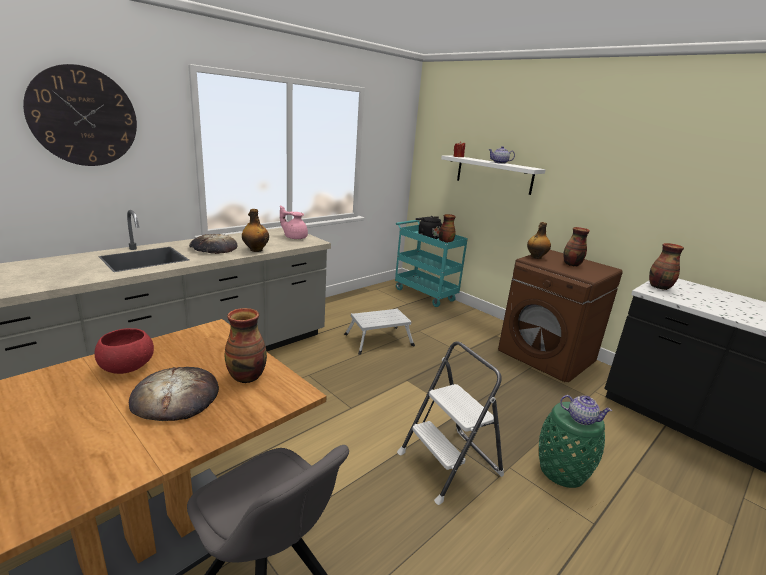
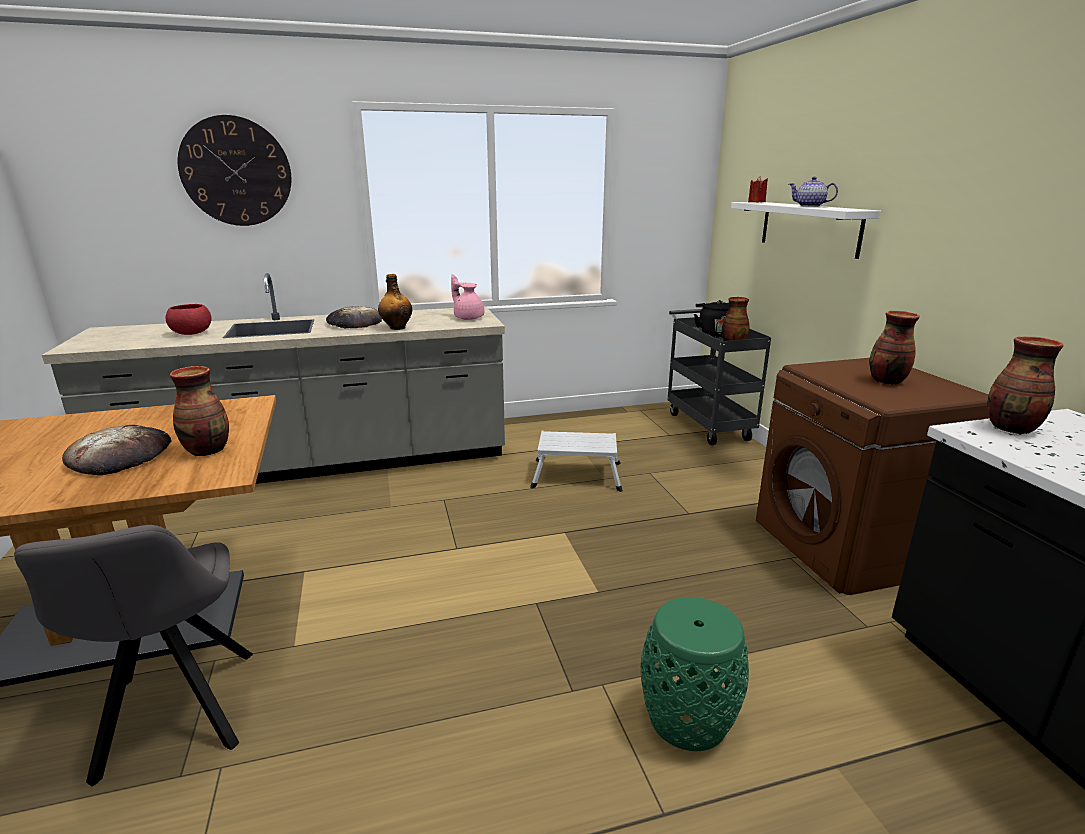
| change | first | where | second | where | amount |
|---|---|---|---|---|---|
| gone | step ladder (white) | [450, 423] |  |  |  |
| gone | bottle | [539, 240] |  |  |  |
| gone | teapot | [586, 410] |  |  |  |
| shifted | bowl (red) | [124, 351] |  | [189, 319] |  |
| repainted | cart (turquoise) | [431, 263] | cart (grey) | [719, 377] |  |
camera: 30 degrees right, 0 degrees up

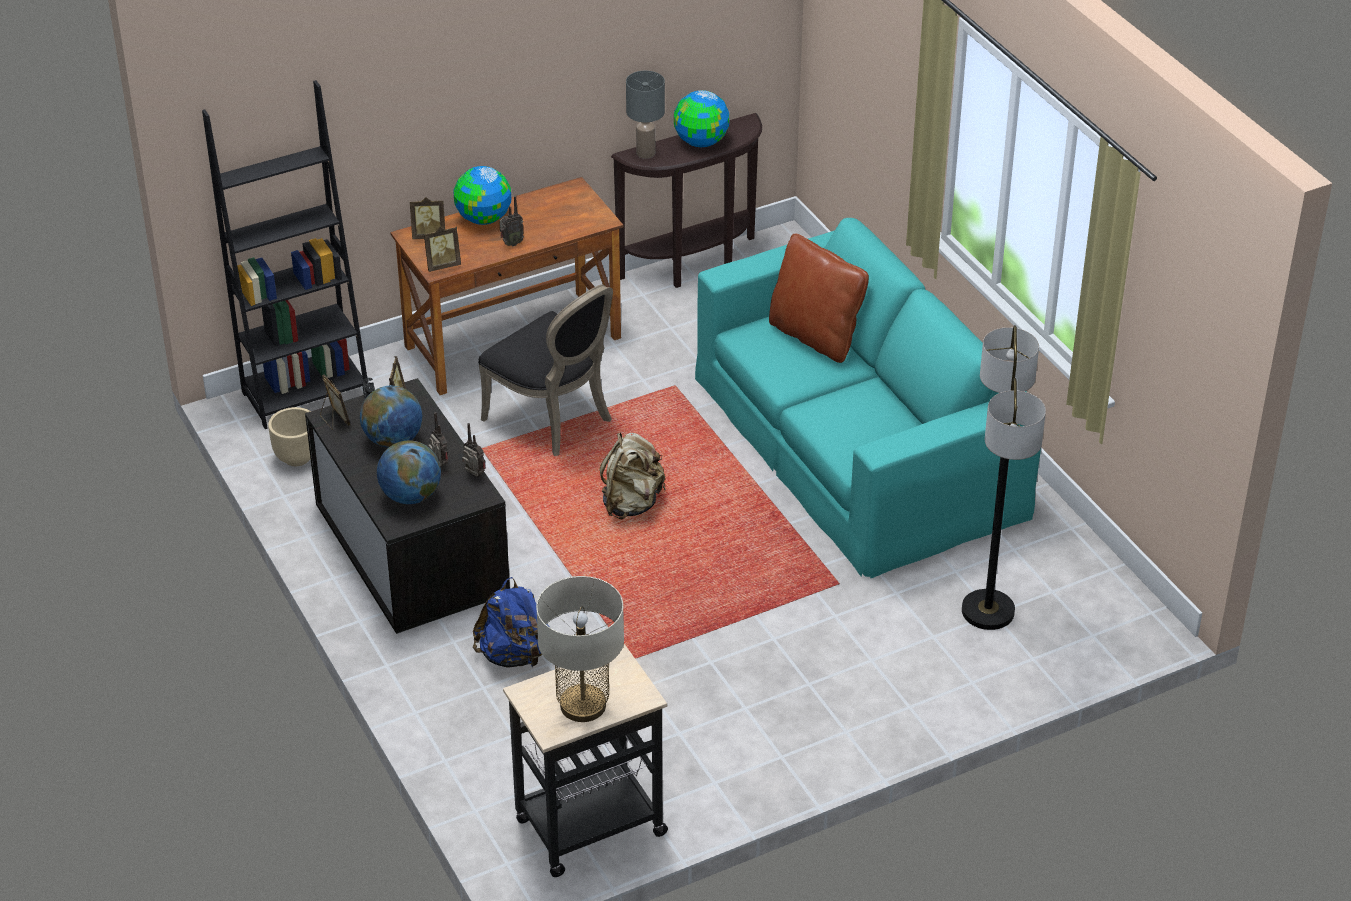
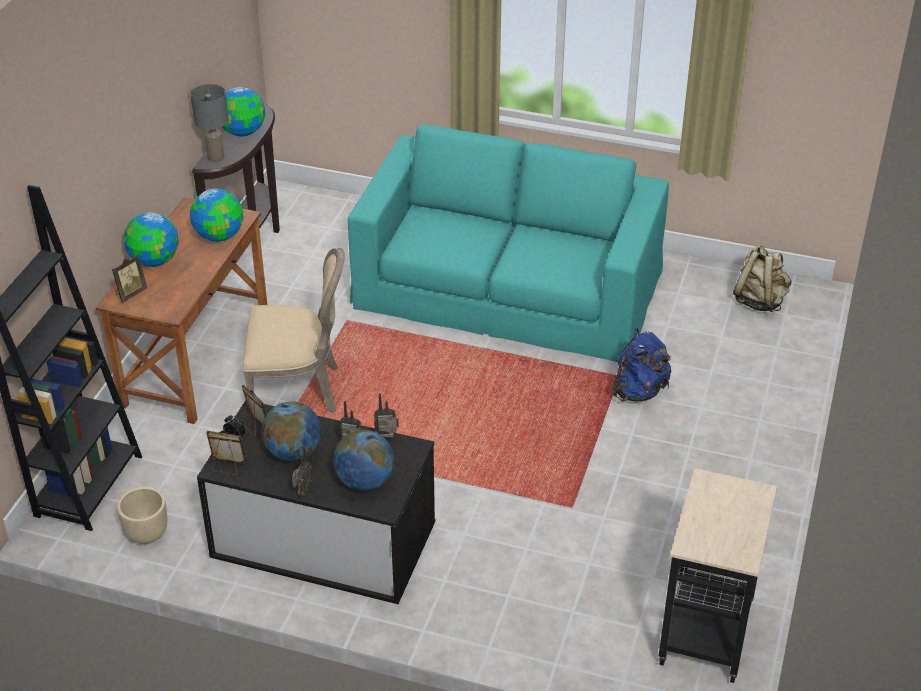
| change | first | where | second | where | amount |
|---|---|---|---|---|---|
| gone | picture frame | [442, 249] |  |  |  |
| gone | table lamp | [580, 649] |  |  |  |
| gone | pillow (brown) | [819, 298] |  |  |  |
| gone | floor lamp | [1004, 477] |  |  |  |
| new |  |  | globe | [216, 215] |  |
| shifted | backpack (blue) | [511, 623] |  | [642, 365] |  |
| shifted | radio | [511, 221] |  | [302, 471] |  |
| shifted | backpack (beige) | [633, 475] |  | [762, 278] |  |
| repainted | chair (black) | [545, 370] | chair (beige) | [294, 330] |  |
camera: 45 degrees left, 0 degrees up

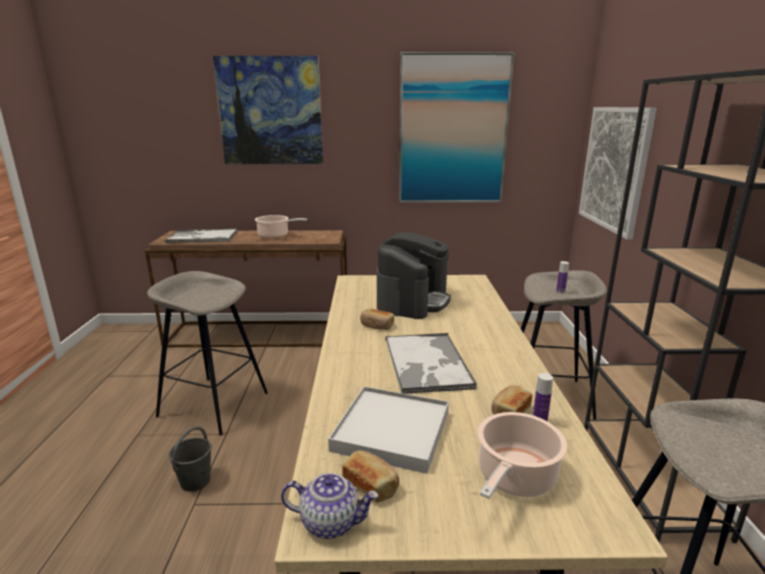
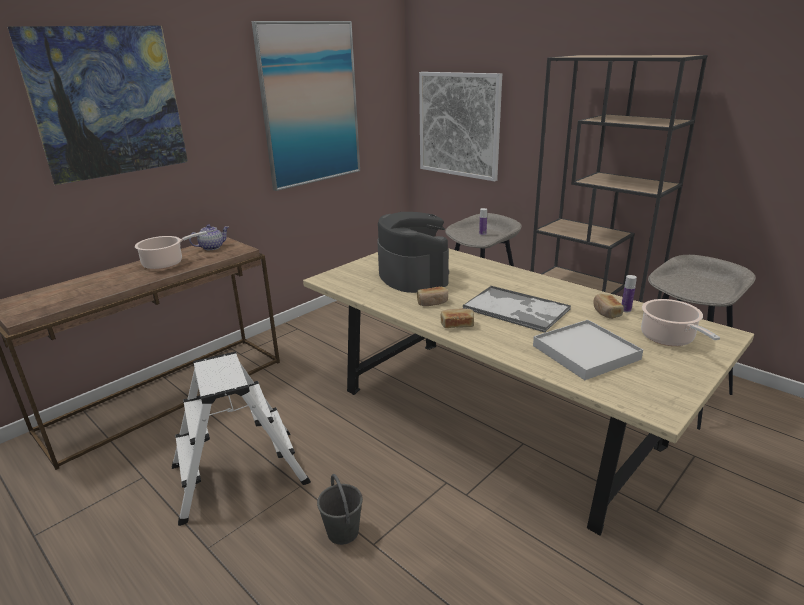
| change | first | where | second | where | amount |
|---|---|---|---|---|---|
| gone | tray | [201, 236] |  |  |  |
| shifted | teapot | [329, 506] |  | [209, 237] |  |
| shifted | bread | [370, 476] |  | [457, 318] |  |
| swapped | stool (grey) | [207, 353] | step ladder (white) | [241, 438] |  |
camera: 45 degrees left, 5 degrees up

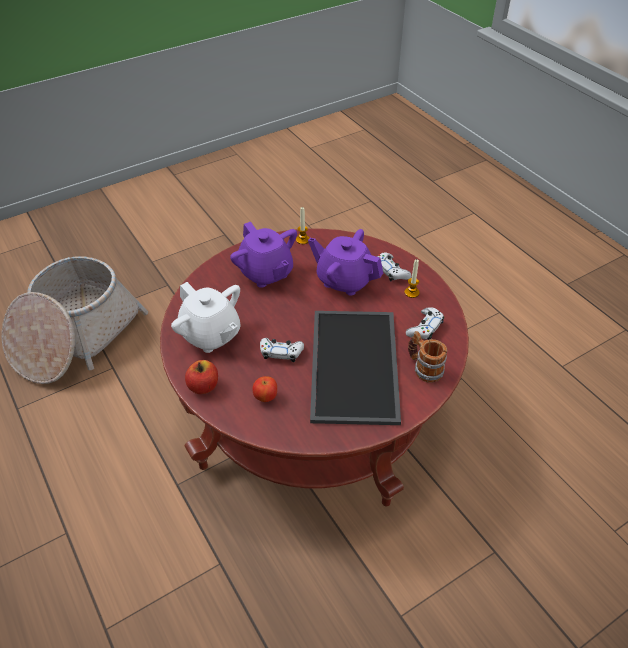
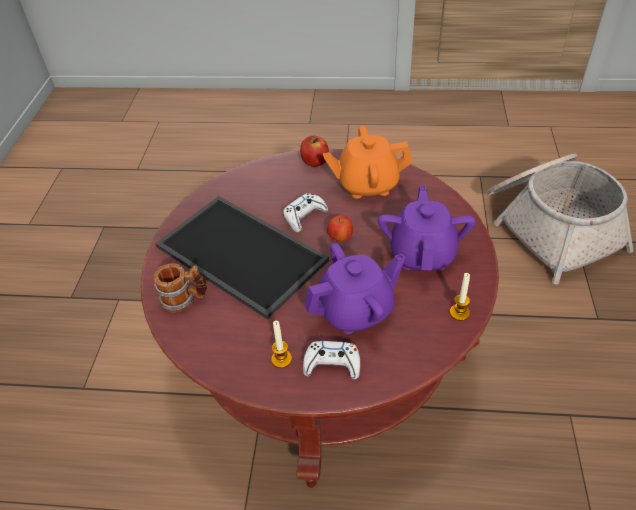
| change | first | where | second | where | amount |
|---|---|---|---|---|---|
| gone | game controller (white) | [425, 323] |  |  |  |
| shifted | apple | [265, 389] |  | [340, 228] |  |
| repainted | teapot (white) | [206, 317] | teapot (orange) | [368, 162] |  |
| rotated | teapot (purple) | [263, 255] |  | [427, 228] | 90 degrees clockwise |
camera: 130 degrees right, 0 degrees up

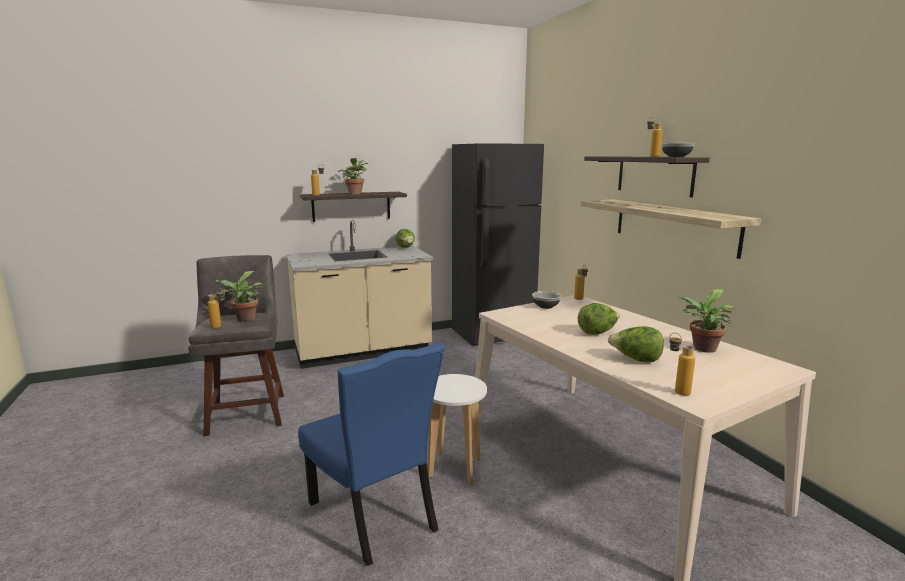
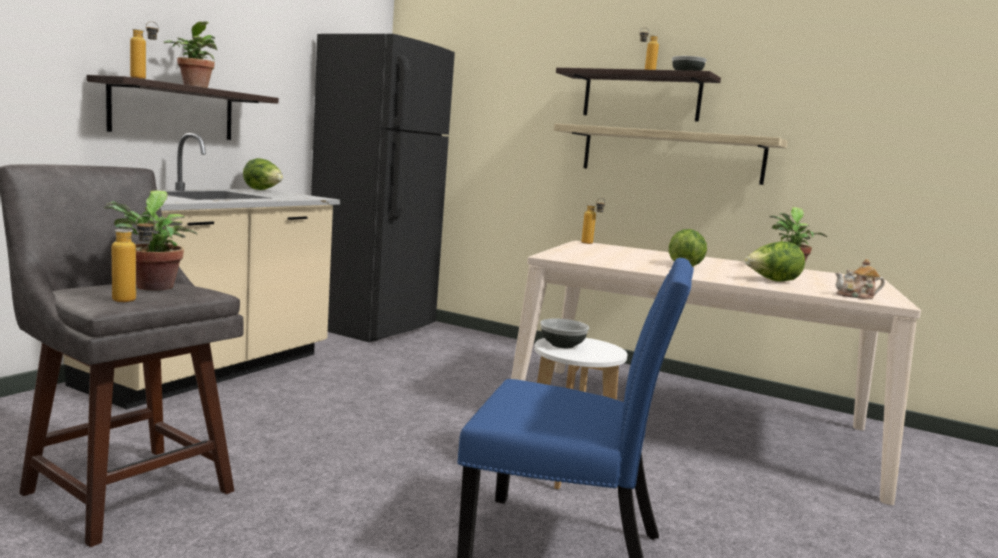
| change | first | where | second | where | amount |
|---|---|---|---|---|---|
| shifted | bowl | [546, 300] |  | [564, 333] |  |
| swapped | bottle | [682, 364] | teapot | [860, 279] |  |
camera: 40 degrees left, 5 degrees down

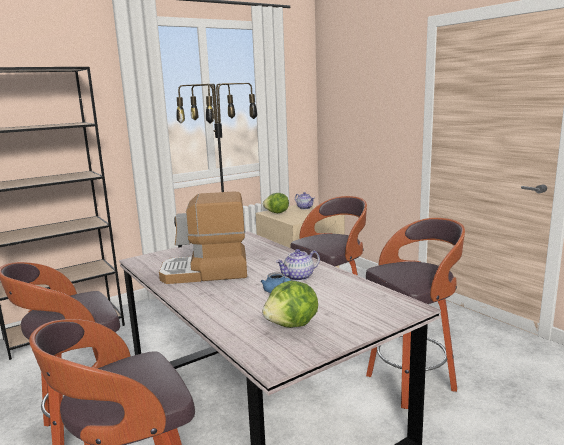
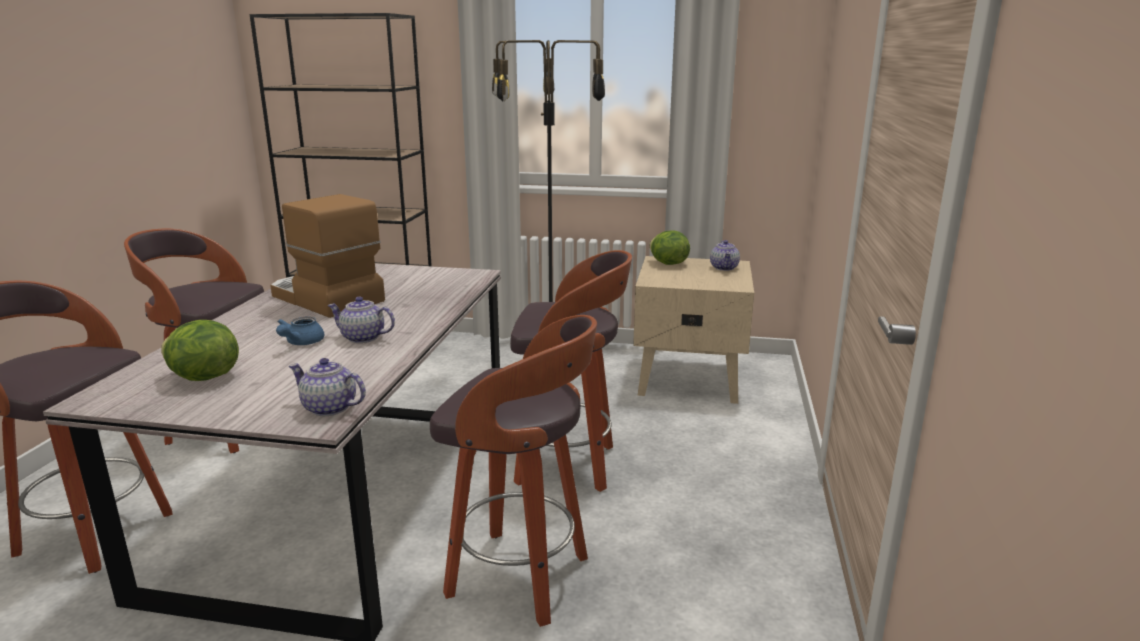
| change | first | where | second | where | amount |
|---|---|---|---|---|---|
| new |  |  | teapot | [327, 387] |  |
camera: 45 degrees right, 5 degrees up

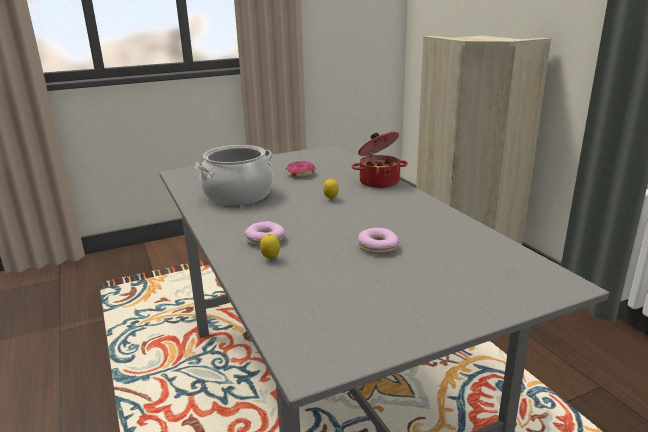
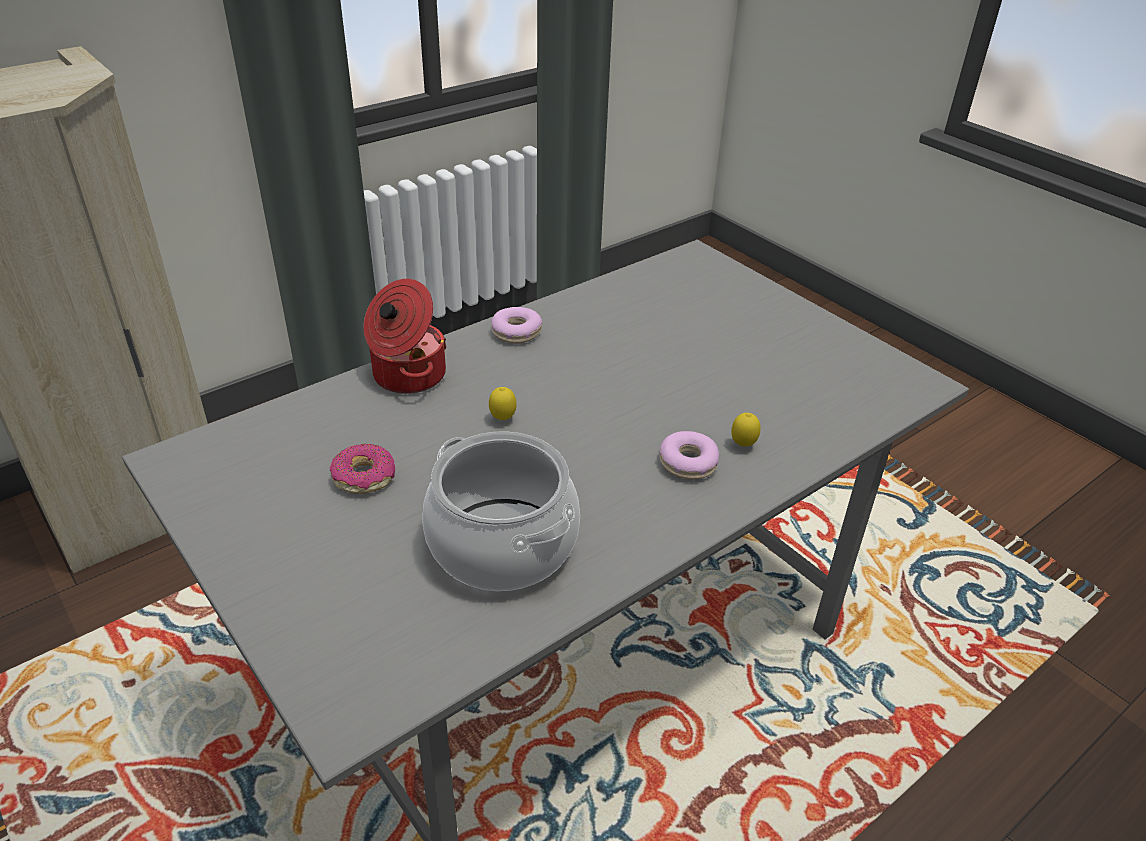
| change | first | where | second | where | amount |
|---|---|---|---|---|---|
| shifted | donut | [378, 241] |  | [516, 325] |  |
camera: 105 degrees left, 15 degrees up

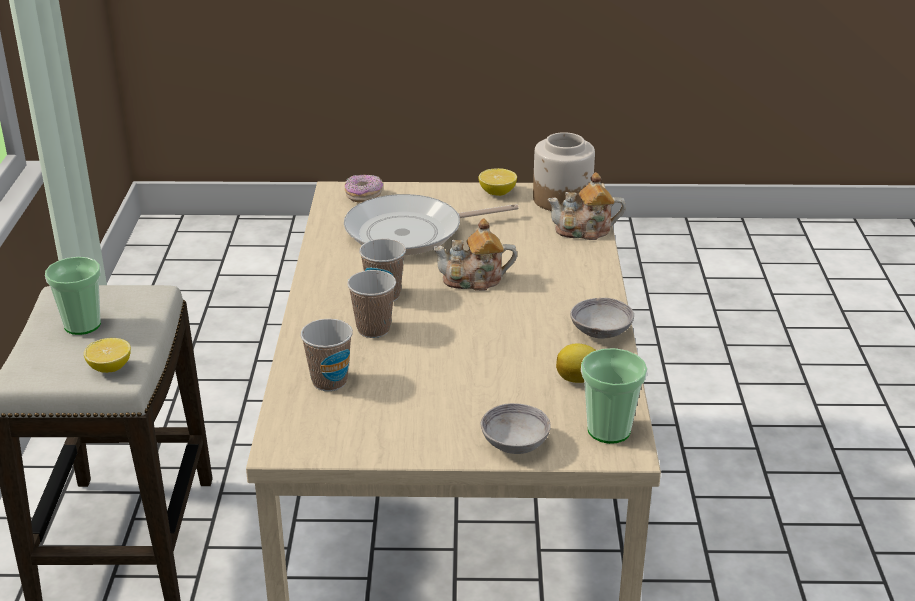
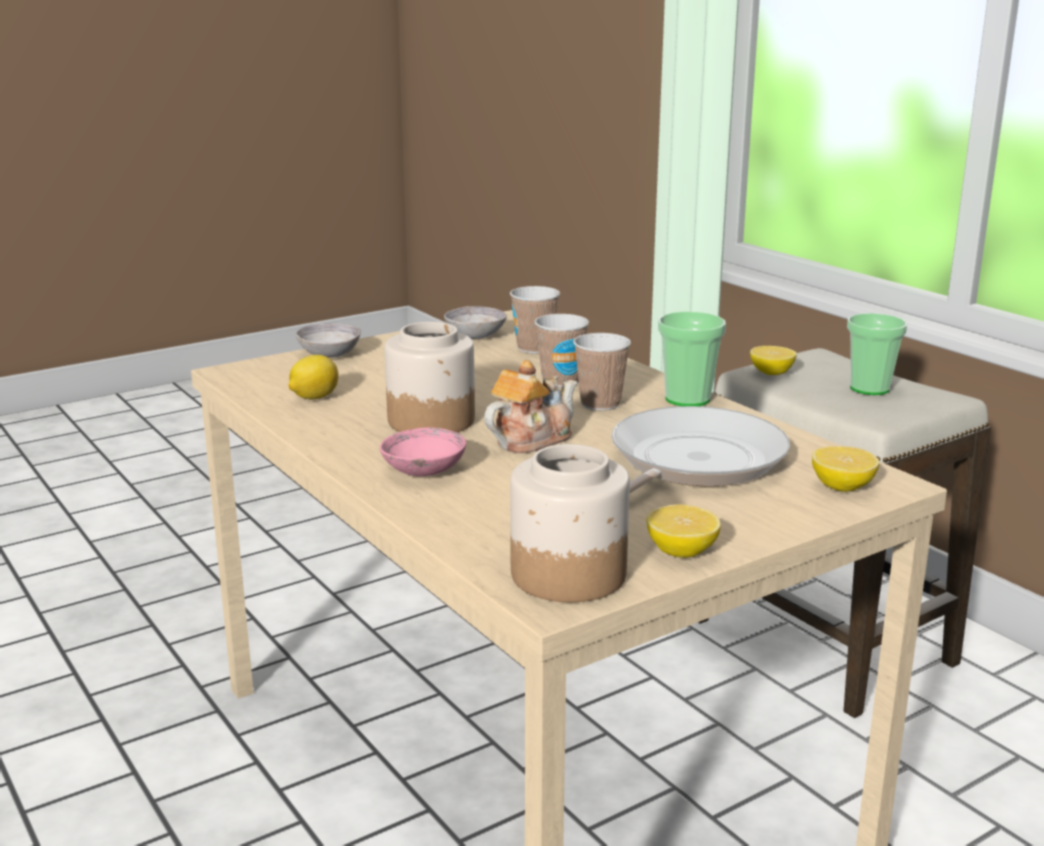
| change | first | where | second | where | amount |
|---|---|---|---|---|---|
| gone | teapot | [586, 206] |  |  |  |
| new |  |  | bowl (pink) | [423, 451] |  |
| new |  |  | jar | [429, 377] |  |
| shifted | bowl (grey) | [602, 318] |  | [475, 322] |  |
| shifted | cup | [614, 396] |  | [692, 359] |  |
| swapped | donut | [364, 188] | lemon | [845, 469] |  |
camera: 145 degrees right, 10 degrees down

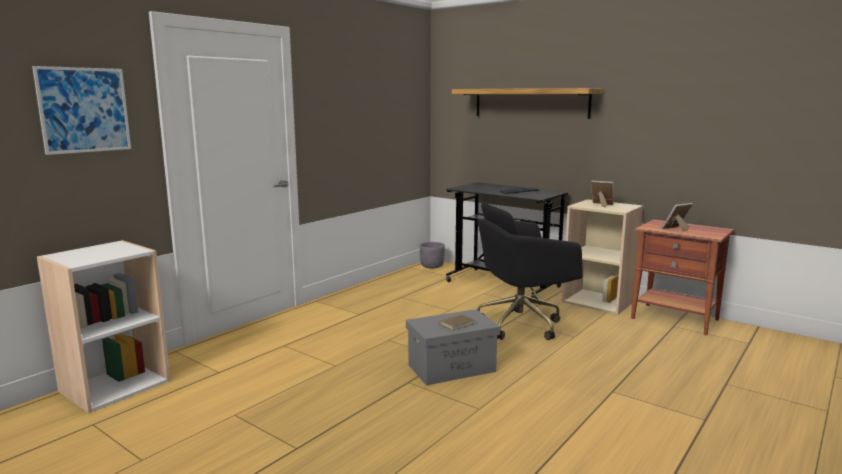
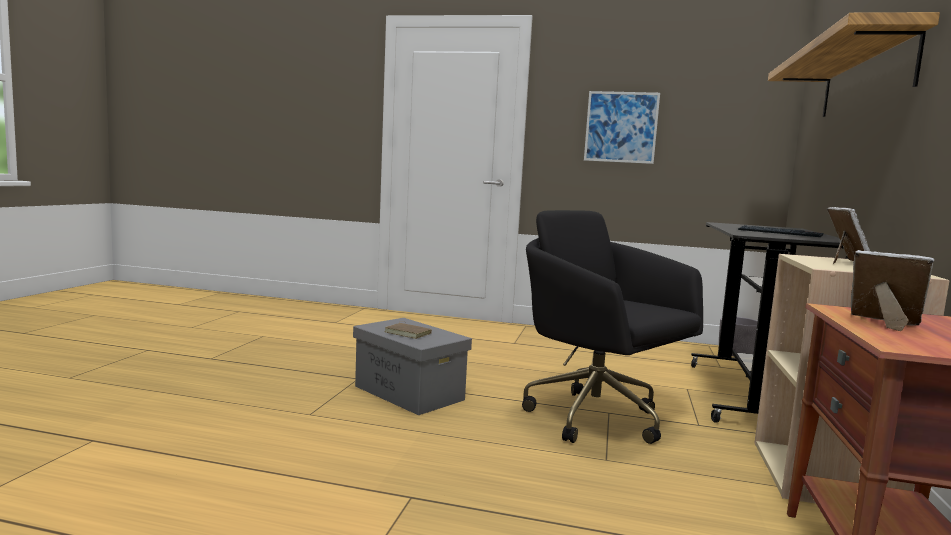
| change | first | where | second | where | amount |
|---|---|---|---|---|---|
| gone | bookcase (white) | [103, 326] |  |  |  |
| shifted | picture | [81, 110] |  | [622, 127] |  |
camera: 65 degrees right, 5 degrees down

